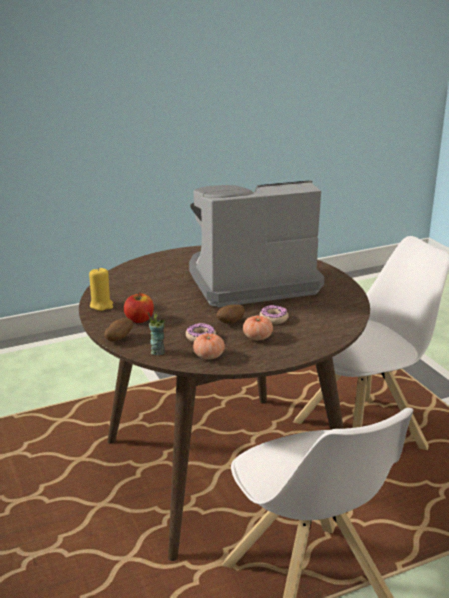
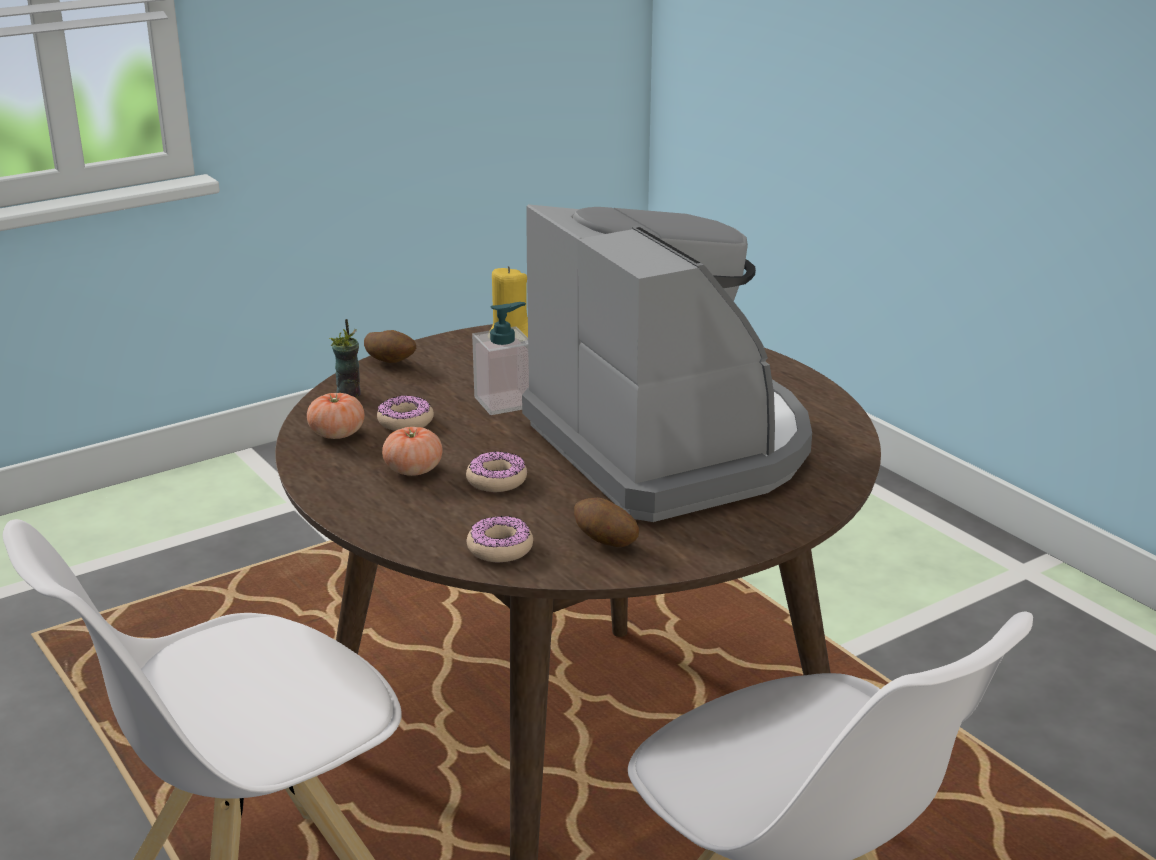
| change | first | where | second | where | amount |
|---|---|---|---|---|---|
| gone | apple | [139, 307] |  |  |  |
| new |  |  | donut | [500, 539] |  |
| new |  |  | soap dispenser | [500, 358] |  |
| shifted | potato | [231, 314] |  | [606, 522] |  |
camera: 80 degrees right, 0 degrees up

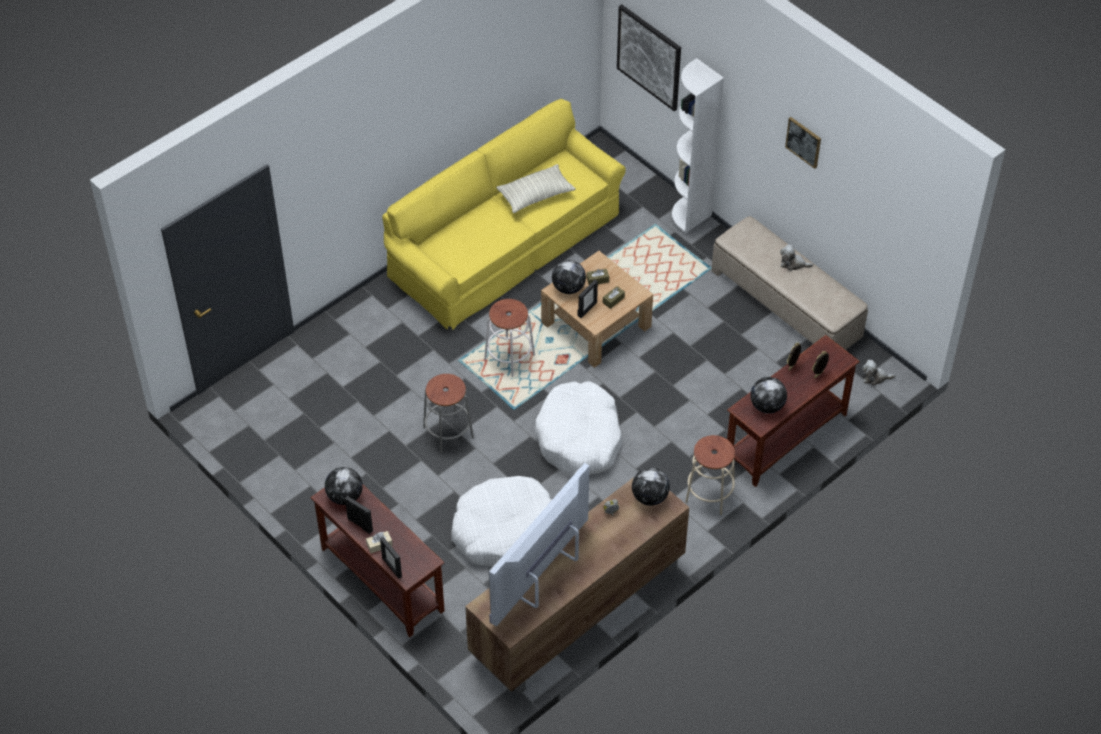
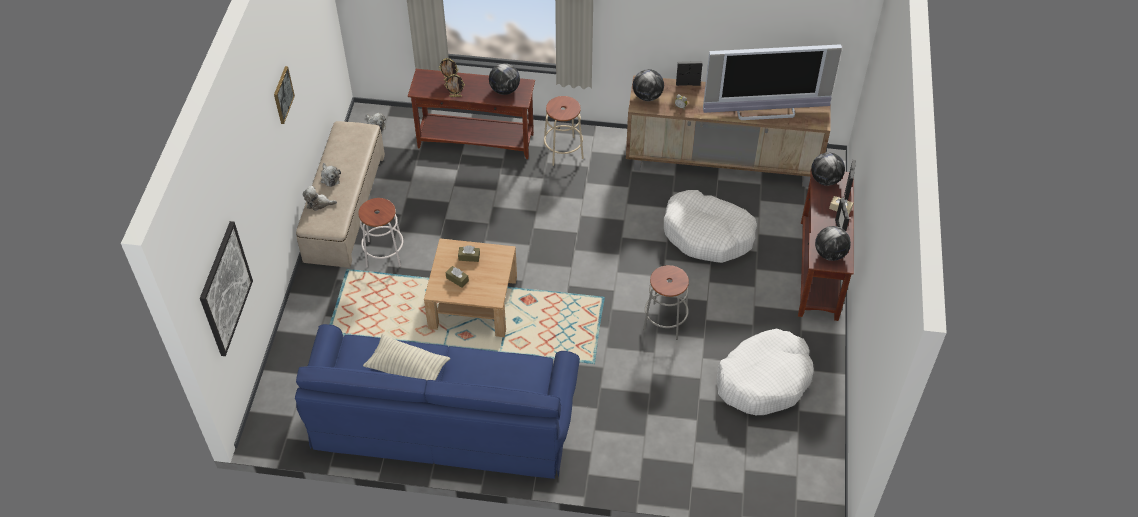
| change | first | where | second | where | amount |
|---|---|---|---|---|---|
| gone | bookcase (white) | [698, 145] |  |  |  |
| new |  |  | plush toy | [320, 198] |  |
| shifted | stool (white) | [509, 338] |  | [380, 233] |  |
| shifted | dog bed (white) | [578, 428] |  | [765, 372] |  |
| shifted | globe | [569, 277] |  | [828, 169] |  |
| shifted | picture frame | [587, 299] |  | [689, 73] |  |
| repainted | sofa (yellow) | [504, 214] | sofa (blue) | [437, 401] |  |
camera: 130 degrees left, 0 degrees up

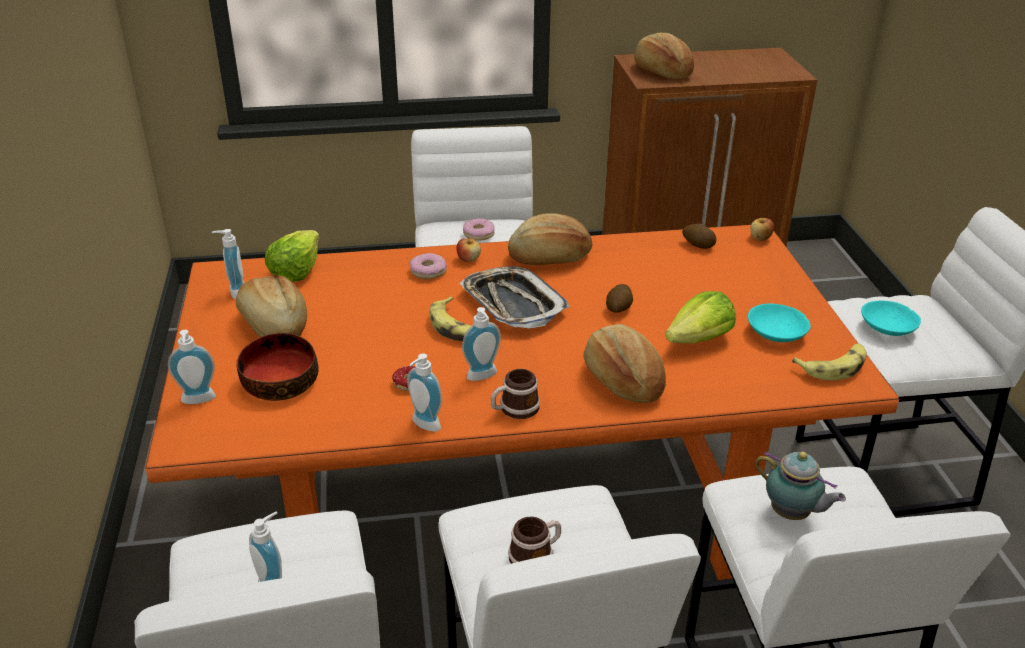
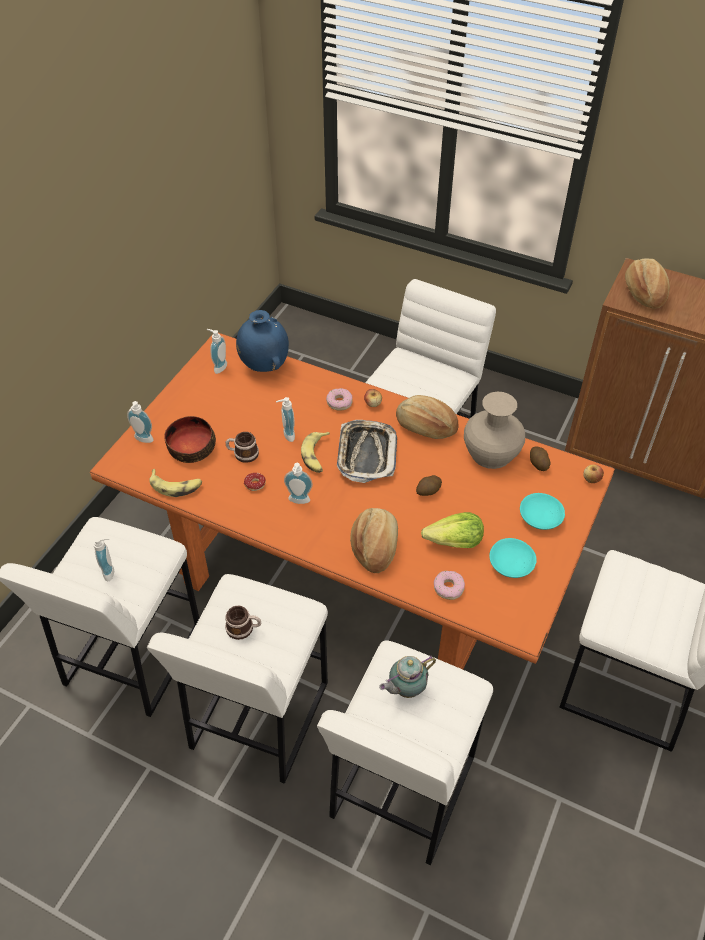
| change | first | where | second | where | amount |
|---|---|---|---|---|---|
| gone | bread | [271, 306] |  |  |  |
| new |  |  | vase (beige) | [494, 430] |  |
| shifted | soap dispenser | [424, 392] |  | [285, 419] |  |
| shifted | donut | [479, 229] |  | [449, 585] |  |
| shifted | mug | [515, 394] |  | [242, 447] |  |
| shifted | banana | [829, 362] |  | [175, 483] |  |
| shifted | bowl (turquoise) | [891, 318] |  | [542, 511] |  |
| swapped | lettuce | [292, 256] | vase (blue) | [262, 341] |  |
| rotated | teapot | [800, 485] |  | [407, 677] | 75 degrees clockwise |
camera: 35 degrees right, 15 degrees up

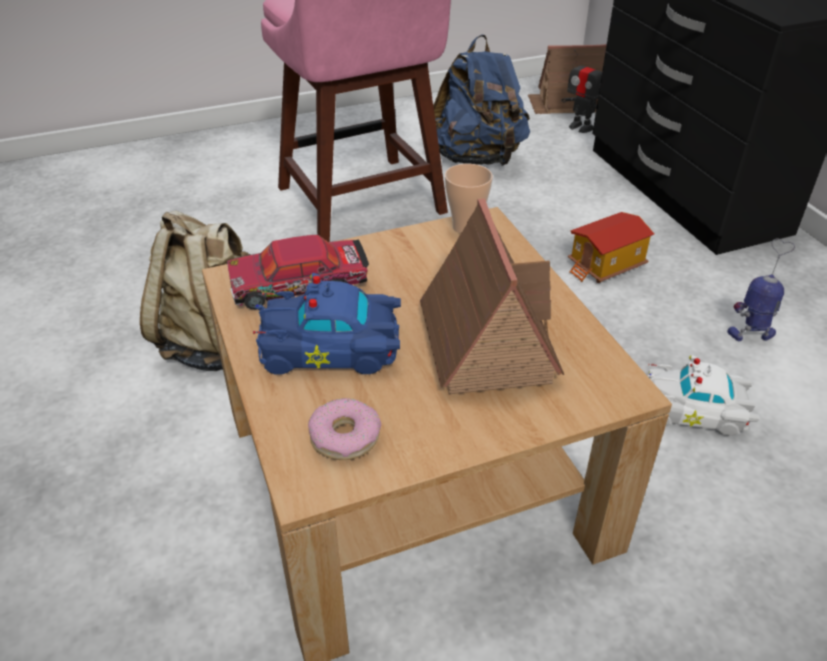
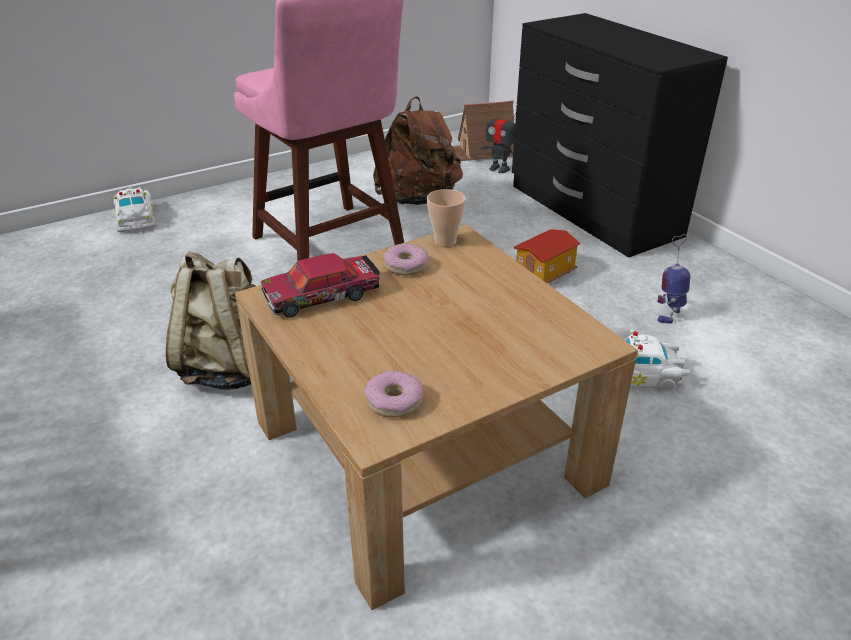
| change | first | where | second | where | amount |
|---|---|---|---|---|---|
| gone | toy car (blue) | [327, 323] |  |  |  |
| gone | toy house | [492, 296] |  |  |  |
| new |  |  | toy car (white) | [134, 209] |  |
| new |  |  | donut | [406, 259] |  |
| repainted | backpack (blue) | [481, 100] | backpack (brown) | [418, 150] |  |
| rotated | toy robot | [761, 289] |  | [673, 279] | 45 degrees counterclockwise |
camera: 10 degrees left, 5 degrees down

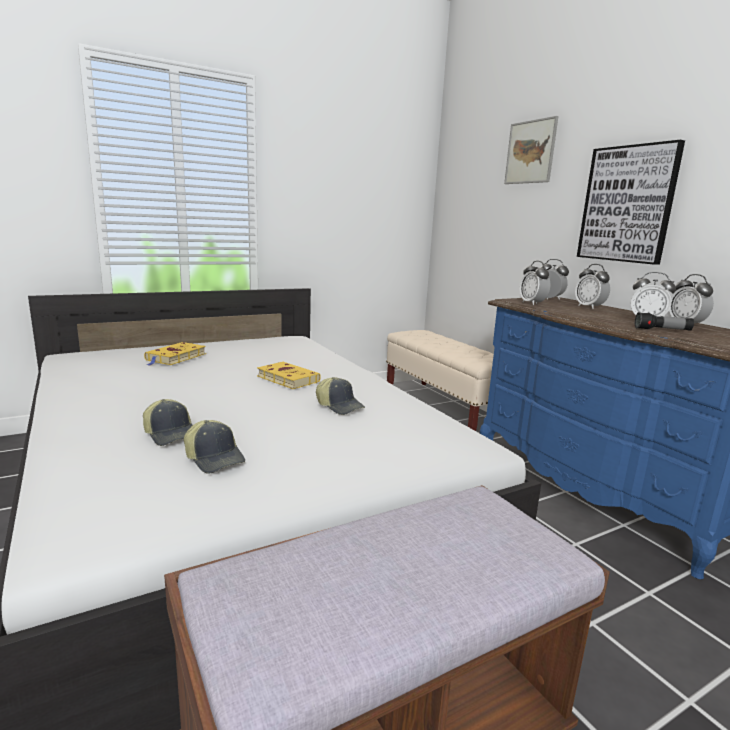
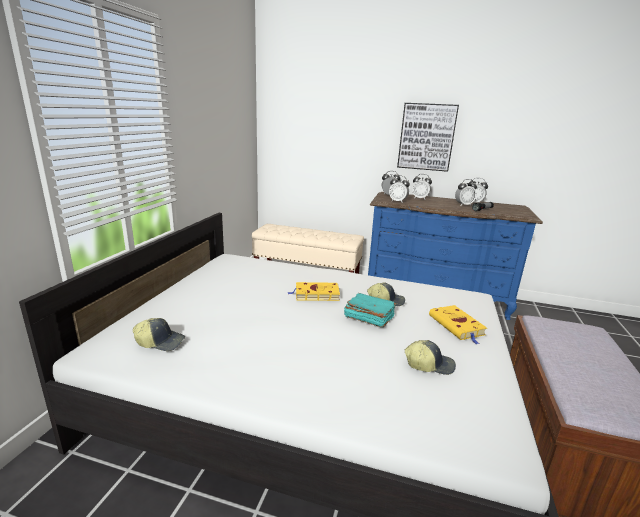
| change | first | where | second | where | amount |
|---|---|---|---|---|---|
| gone | picture | [531, 150] |  |  |  |
| new |  |  | book (turquoise) | [370, 310] |  |
| shifted | cap | [168, 422] |  | [159, 334] |  |
| shifted | book (yellow) | [175, 353] |  | [458, 325] |  |
camera: 45 degrees left, 5 degrees up

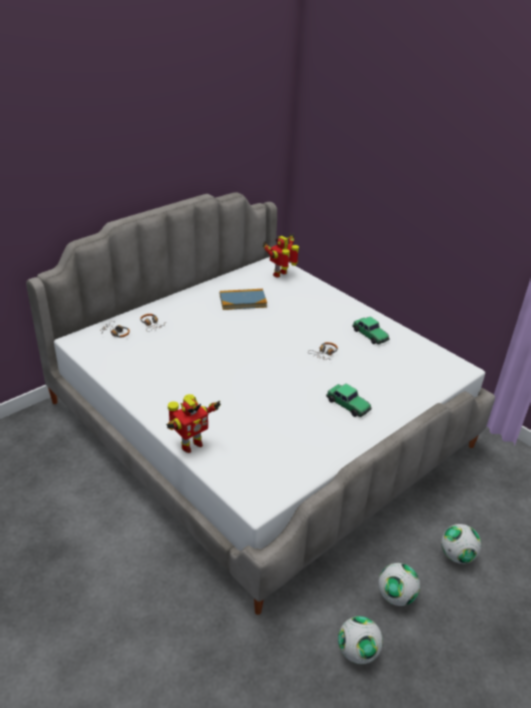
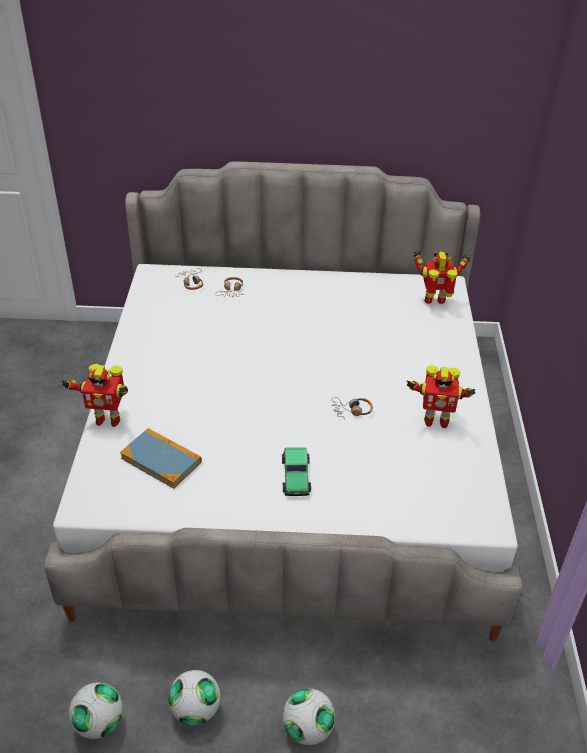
| change | first | where | second | where | amount |
|---|---|---|---|---|---|
| shifted | book | [243, 299] |  | [161, 458] |  |
| swapped | toy car | [371, 330] | toy robot | [440, 396] |  |
camera: 45 degrees right, 5 degrees up

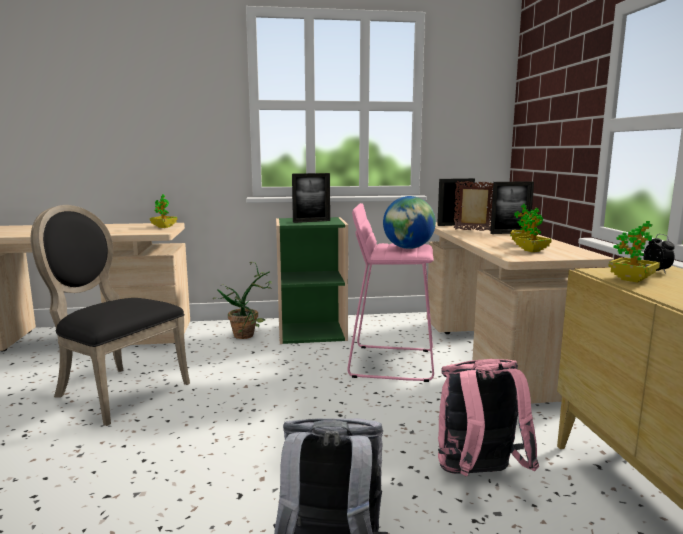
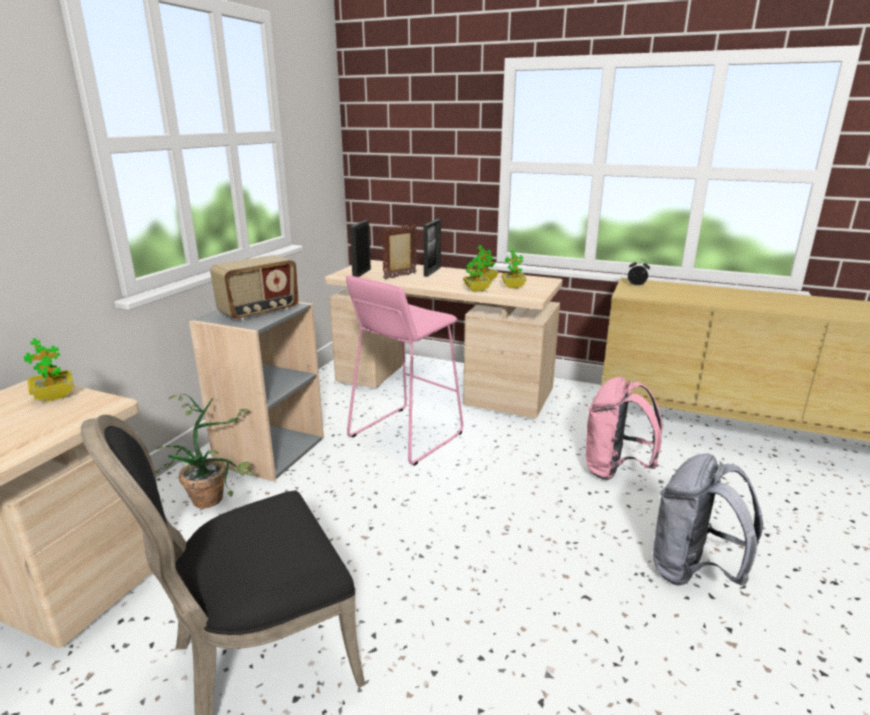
| change | first | where | second | where | amount |
|---|---|---|---|---|---|
| gone | globe | [409, 222] |  |  |  |
| shifted | potted plant | [634, 252] |  | [477, 272] |  |
| swapped | picture frame | [311, 198] | radio | [254, 287] |  |
| repainted | bookcase (green) | [312, 280] | bookcase (grey) | [256, 391] |  |
camera: 60 degrees left, 10 degrees up

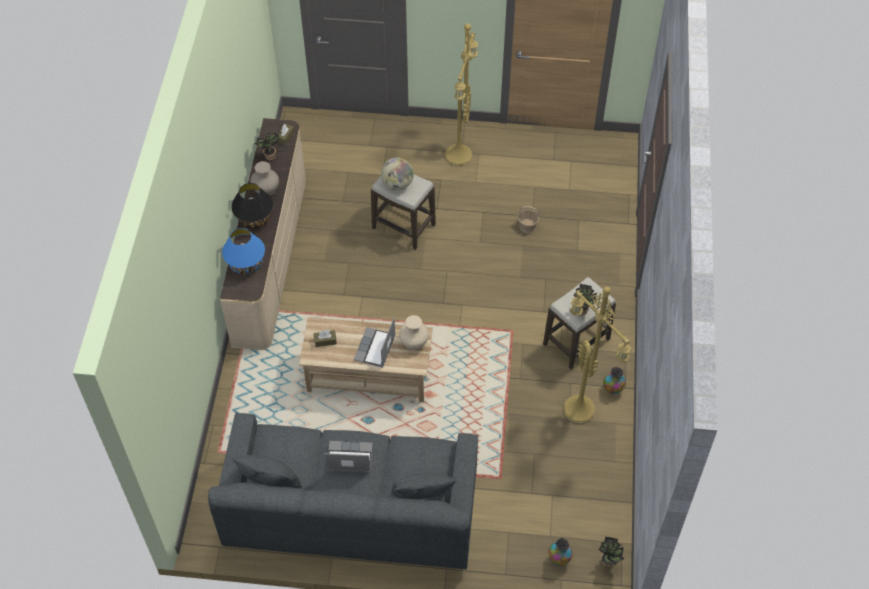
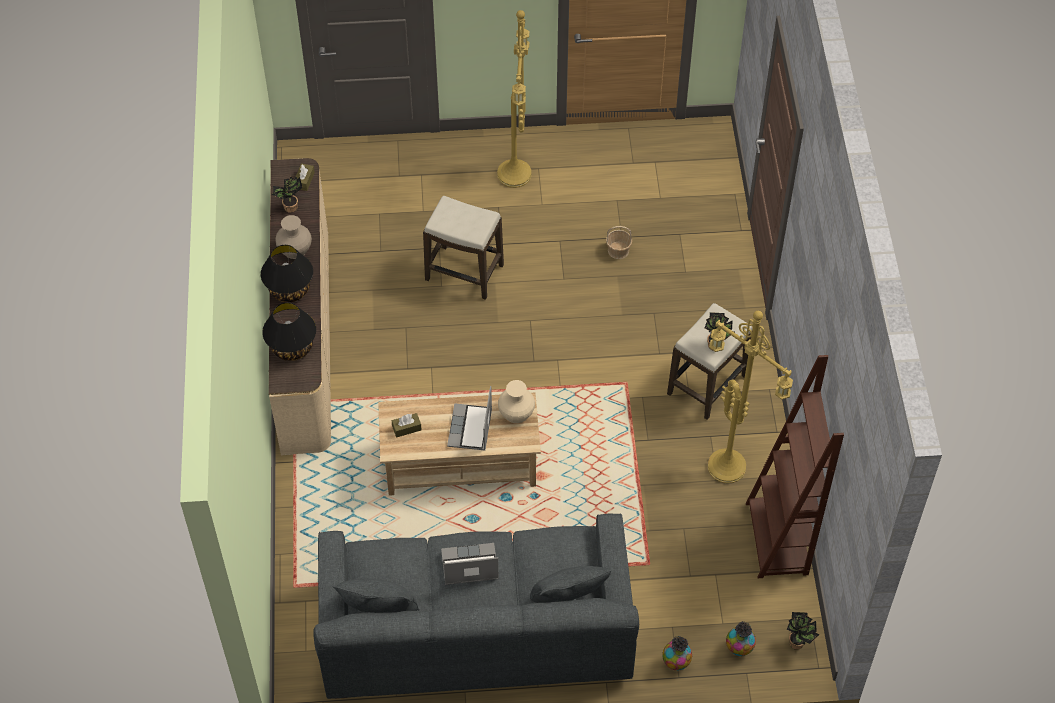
| change | first | where | second | where | amount |
|---|---|---|---|---|---|
| gone | globe | [397, 173] |  |  |  |
| new |  |  | bookcase (brown) | [795, 466] |  |
| shifted | vase | [614, 380] |  | [677, 653] |  |
| repainted | table lamp (blue) | [243, 251] | table lamp (black) | [289, 332] |  |
camera: 10 degrees left, 0 degrees up

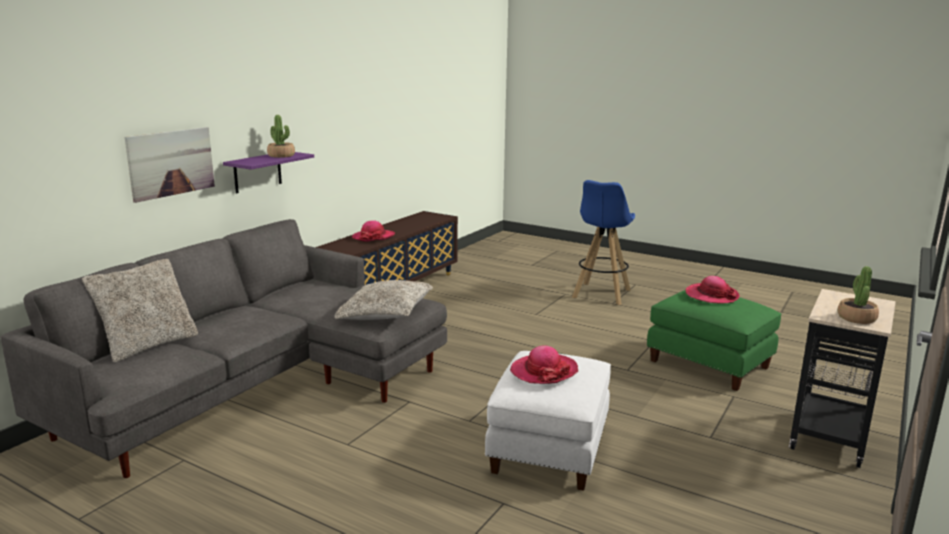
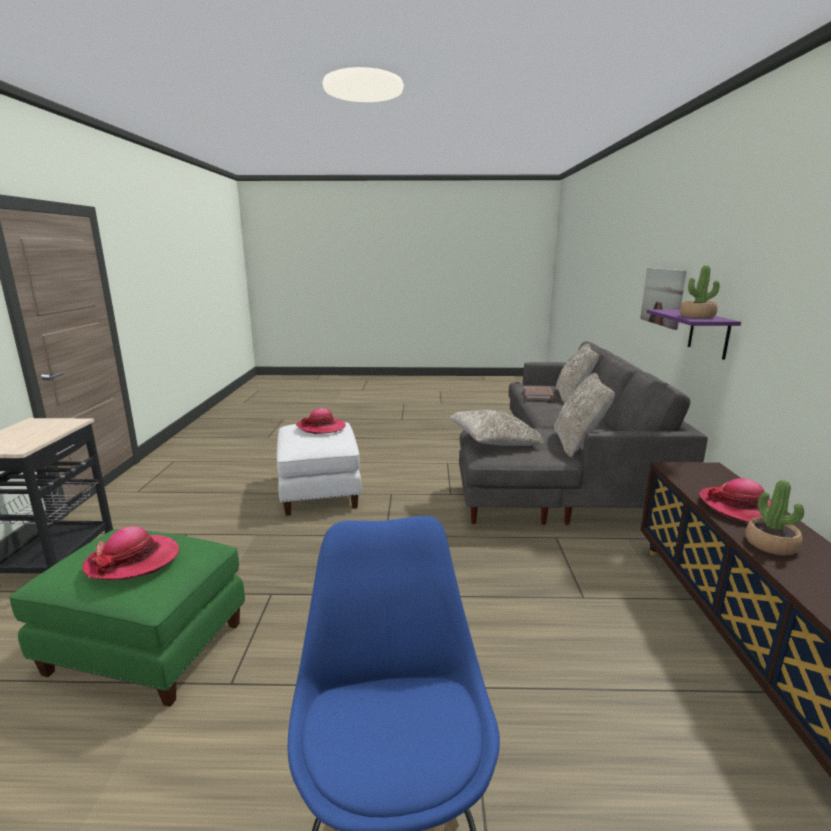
| change | first | where | second | where | amount |
|---|---|---|---|---|---|
| new |  |  | book (brown) | [539, 393] |  |
| new |  |  | pillow (beige) | [584, 415] |  |
| shifted | potted plant | [858, 295] |  | [774, 517] |  |
camera: 150 degrees right, 0 degrees up

